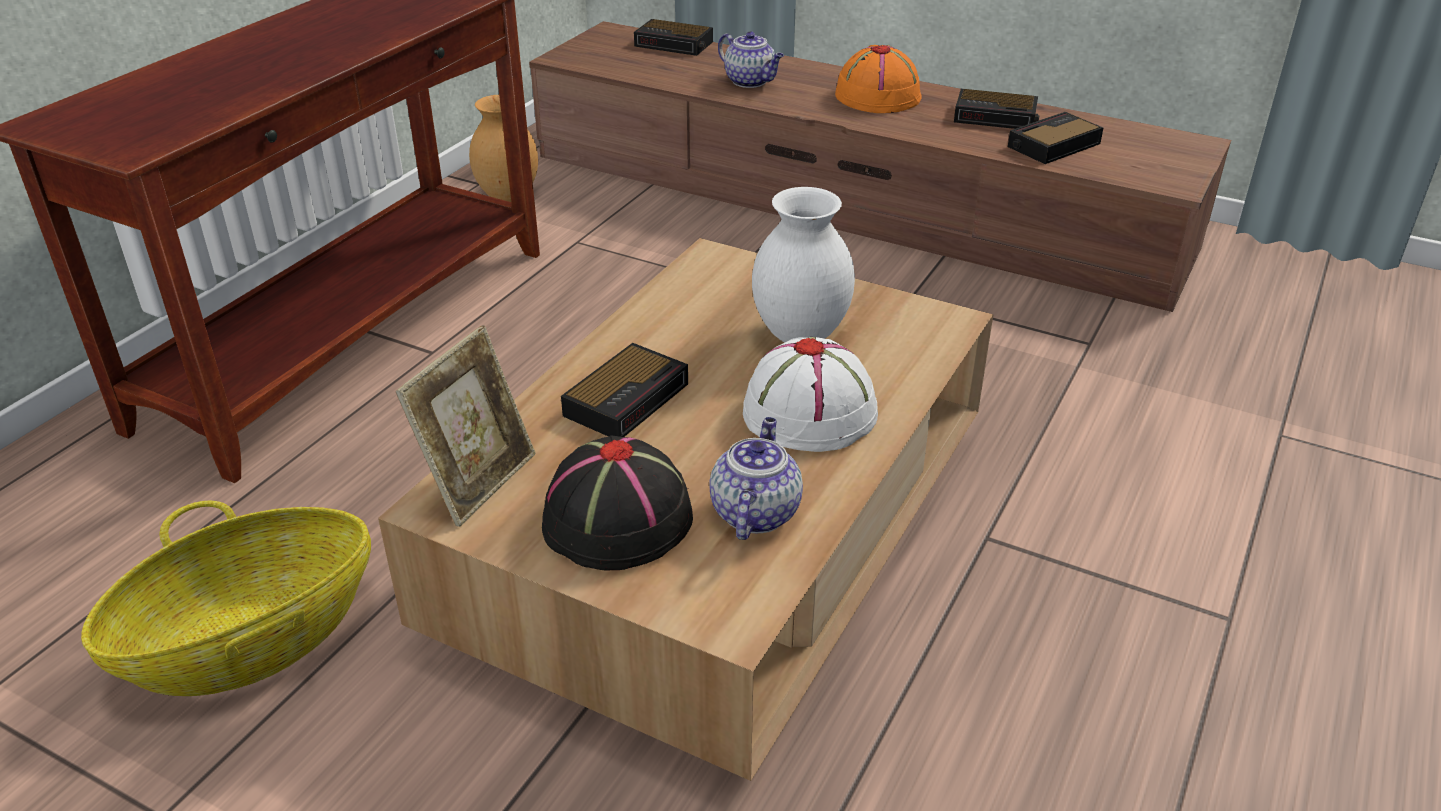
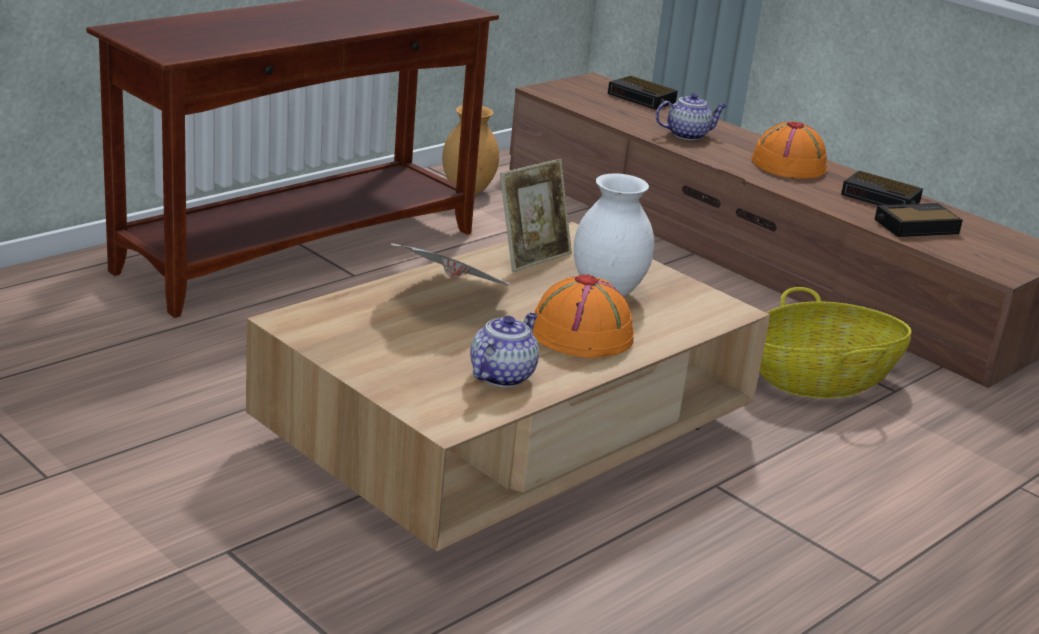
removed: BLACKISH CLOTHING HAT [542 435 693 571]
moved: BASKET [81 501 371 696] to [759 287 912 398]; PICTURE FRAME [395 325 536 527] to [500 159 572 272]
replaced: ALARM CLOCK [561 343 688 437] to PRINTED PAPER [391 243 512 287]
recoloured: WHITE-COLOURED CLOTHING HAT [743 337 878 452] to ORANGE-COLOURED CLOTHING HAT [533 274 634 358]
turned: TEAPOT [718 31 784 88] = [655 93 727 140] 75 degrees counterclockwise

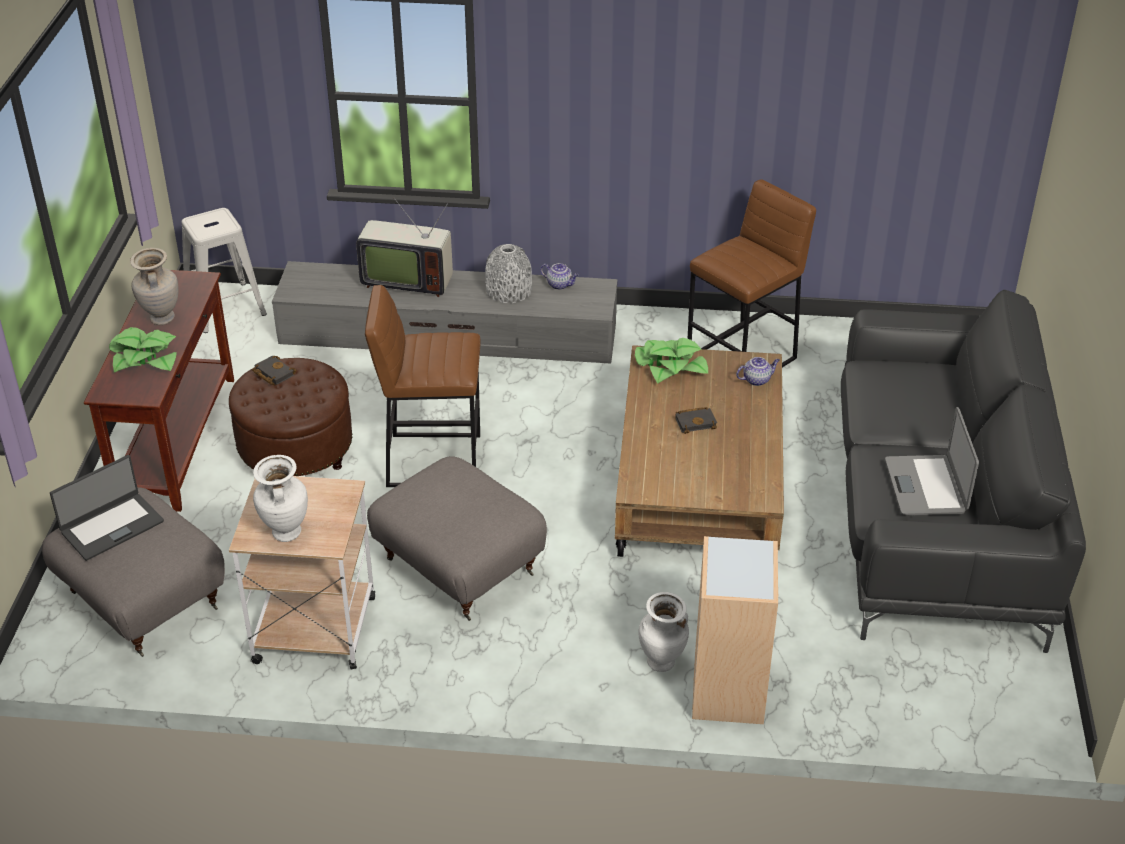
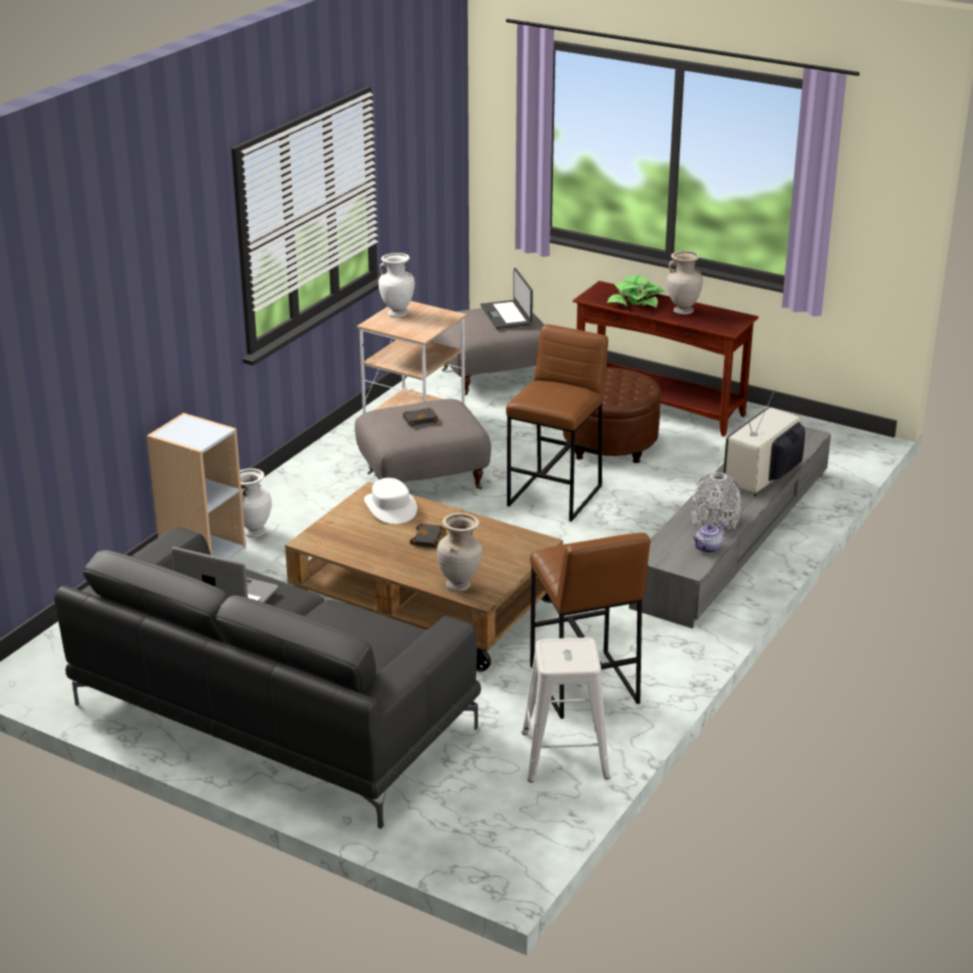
removed: HOUSEPLANT [635 338 708 384]
added: WHITE-COLOURED CLOTHING HAT [364 478 417 524]
moved: WHITE-COLOURED STOOL [181 208 267 333] to [521 638 610 782]; BLACKISH VOLUME [252 355 296 385] to [403 408 438 427]
replaced: TEAPOT [736 357 780 386] to SAND-COLOURED FLOWER VASE [437 513 482 592]

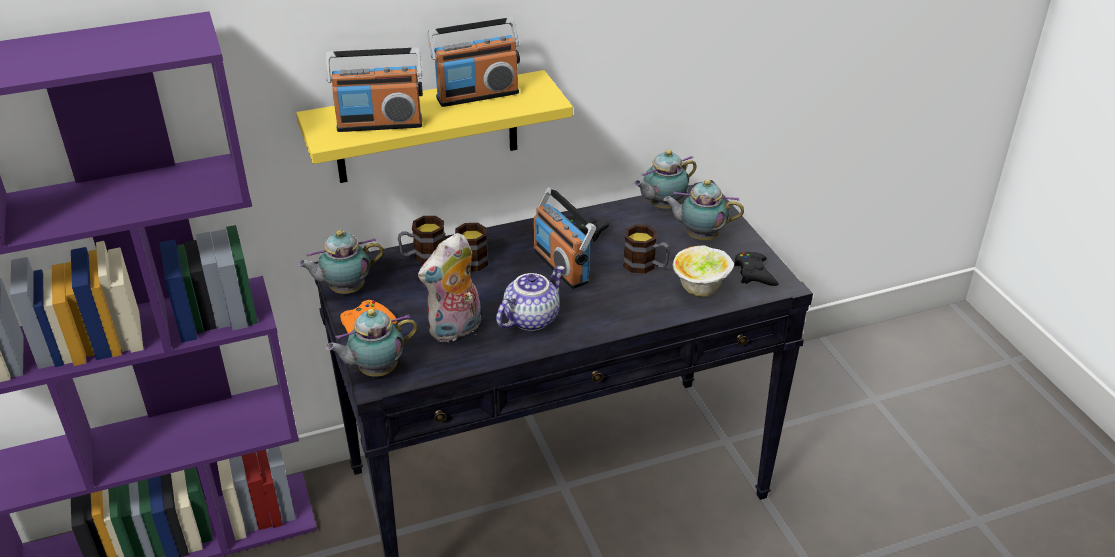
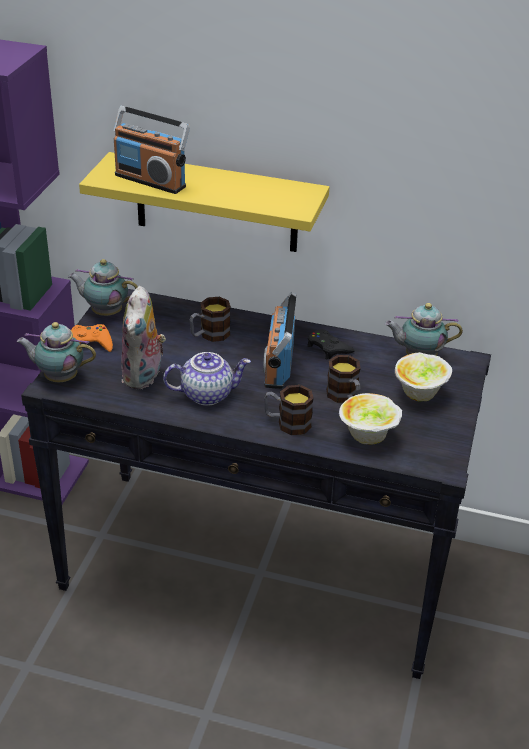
removed: RADIO SET [427 17 520 107]; BLACKISH GAME CONTROLLER [734 252 778 286]
moved: TEA MUG [398 216 445 264] to [264 385 314 435]
replaced: TEAPOT [663 180 744 240] to SERVING BOWL [395 352 452 401]
turned: SOFT TOY [418 233 481 342] = [121 286 166 389] 75 degrees counterclockwise

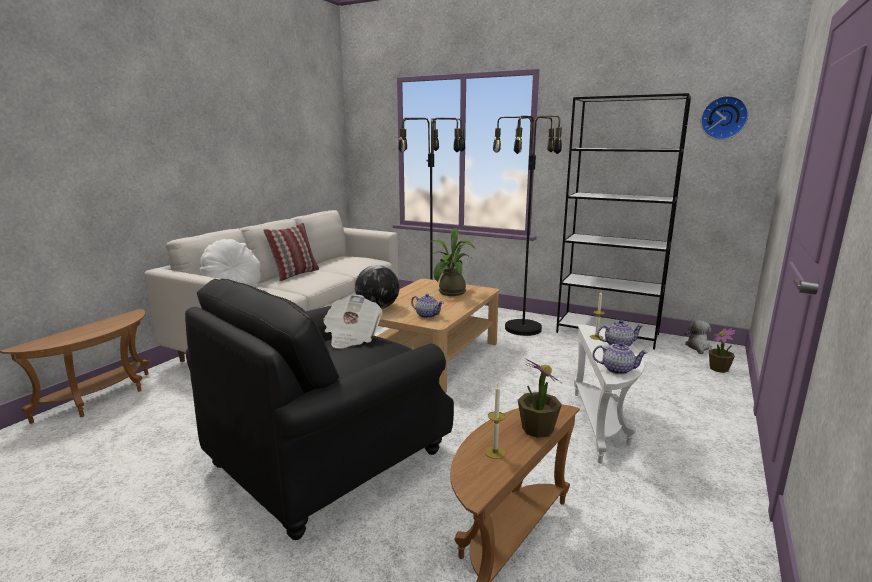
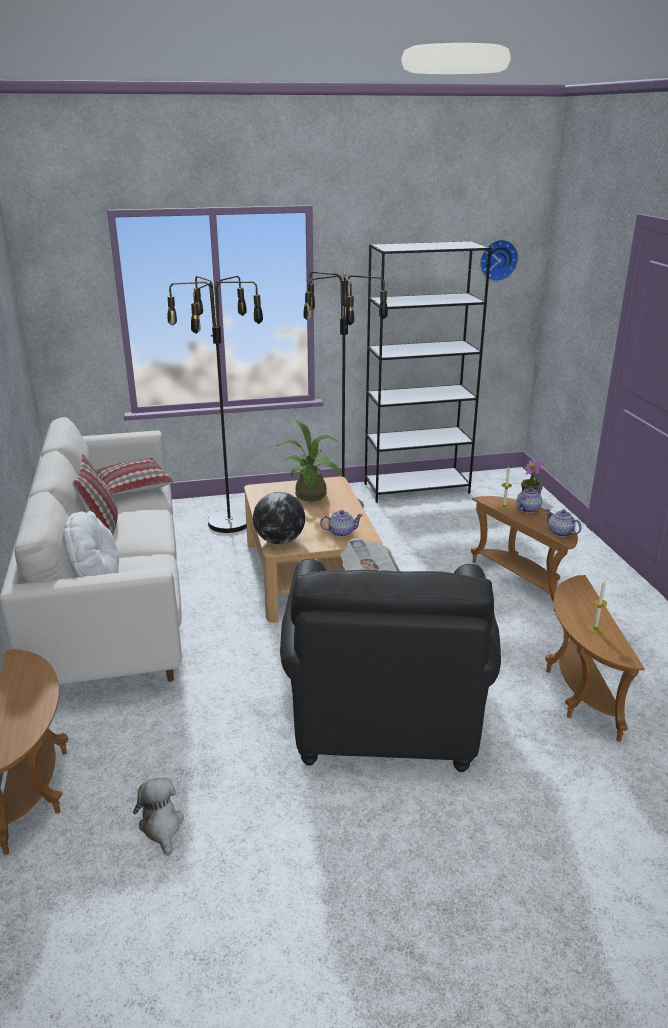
removed: HOUSEPLANT [518 358 562 438]
added: CUSHION [95 458 173 495]
moved: SOFT TOY [684 320 712 354] to [133 778 184 856]
recoloured: WHITE-COLOURED END TABLE [574 324 644 464] to BROWNISH END TABLE [471 496 578 611]
turned: TEAPOT [593 342 648 375] = [545 509 581 537] 105 degrees counterclockwise

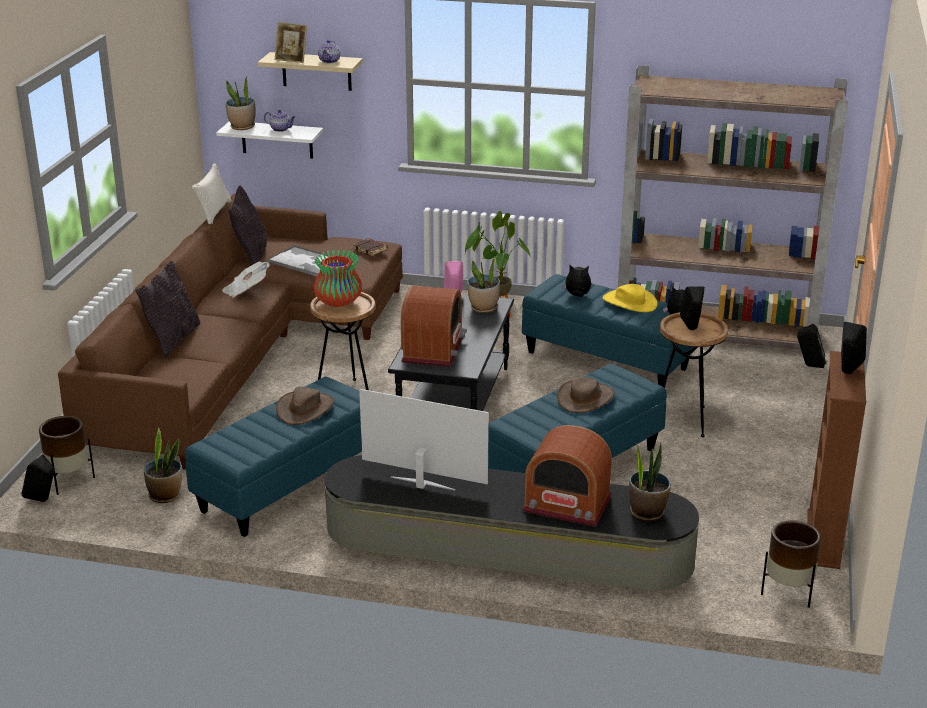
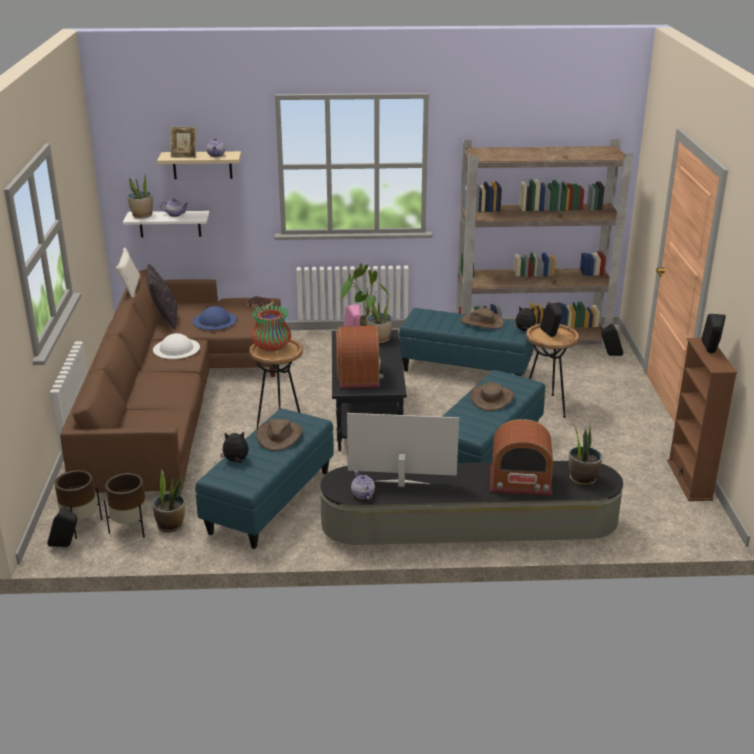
removed: BLACKISH CUSHION [135 261 200 358]
added: TEAPOT [351 470 375 499]
moved: SOFT TOY [562 265 591 297] to [220 432 249 463]; BROWNISH PLANTER [761 520 821 608] to [104 473 147 538]
replaced: PRINTED PAPER [222 261 270 298] to WHITE-COLOURED CLOTHING HAT [153 333 200 359]; TRAY [268 245 342 277] to BLUE-COLOURED CLOTHING HAT [193 306 237 330]
recoloured: YELLOW-COLOURED CLOTHING HAT [603 284 658 312] to BROWNISH CLOTHING HAT [460 308 504 329]

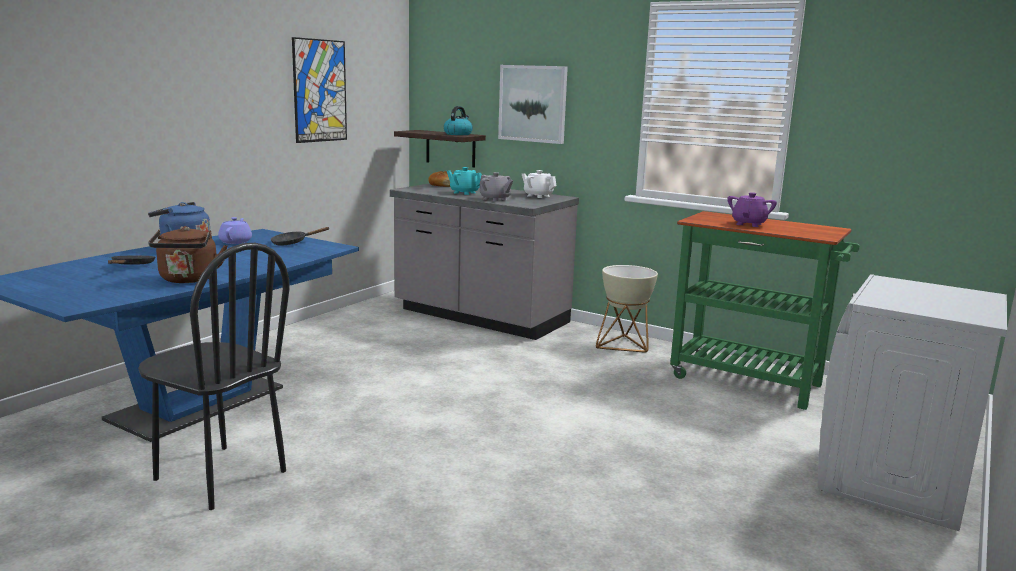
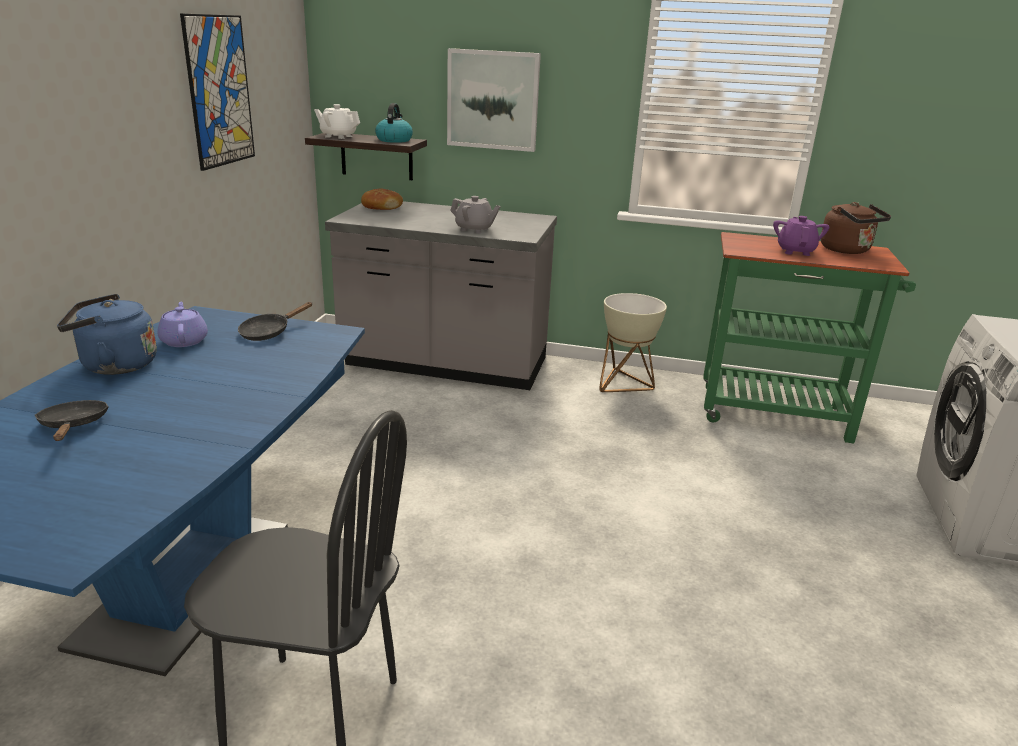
removed: BLUE-GREEN TEAPOT [447 167 482 195]
moved: BROWNISH TEA KETTLE [148 226 228 283] to [821 202 891 254]; WHITE-COLOURED TEAPOT [522 170 557 198] to [314 104 360 139]

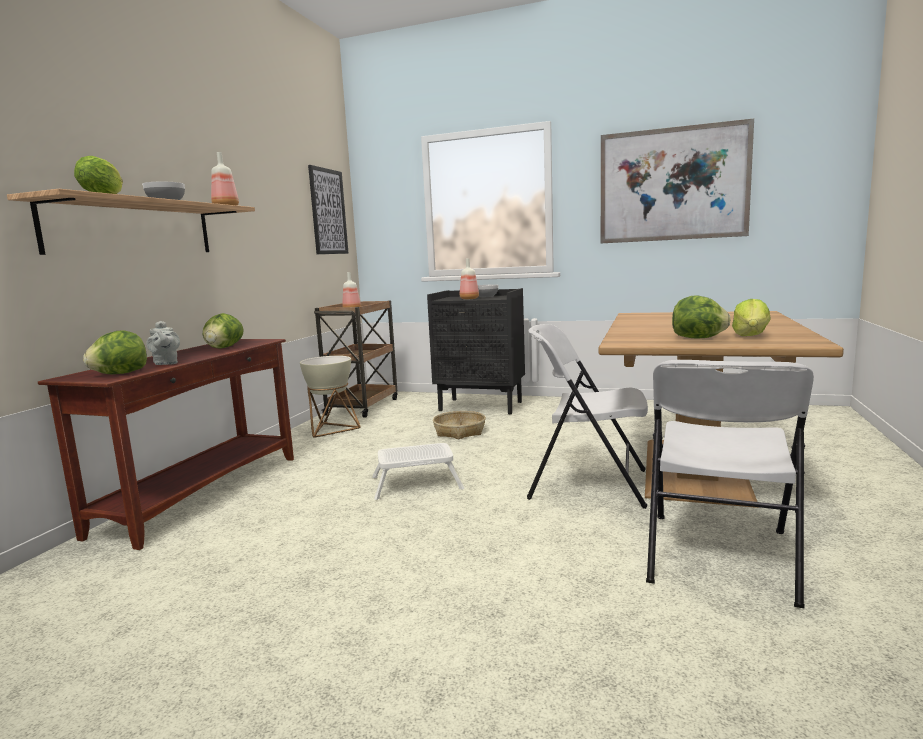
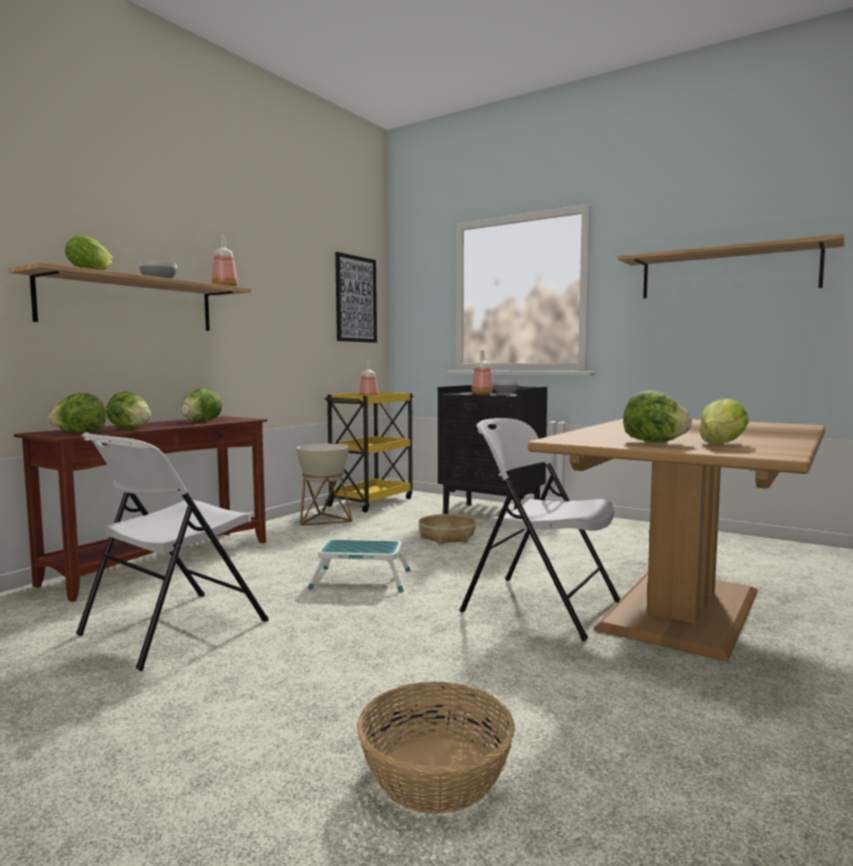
added: BASKET [357 681 515 814]
moved: WHITE-COLOURED CHAIR [646 360 814 608] to [76 432 269 671]
replaced: GREYISH TEAPOT [146 321 180 365] to LETTUCE [106 391 151 429]; PICTURE [601 119 754 243] to BRACKET SHELF [617 234 845 298]
recoloured: BROWNISH TROLLEY [314 301 398 418] to YELLOW-COLOURED TROLLEY [325 392 413 512]; WHITE-COLOURED STEP LADDER [372 443 465 500] to BLUE-GREEN STEP LADDER [307 539 411 592]

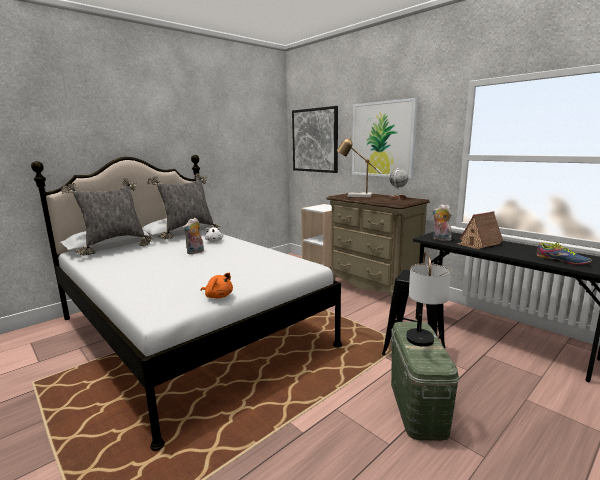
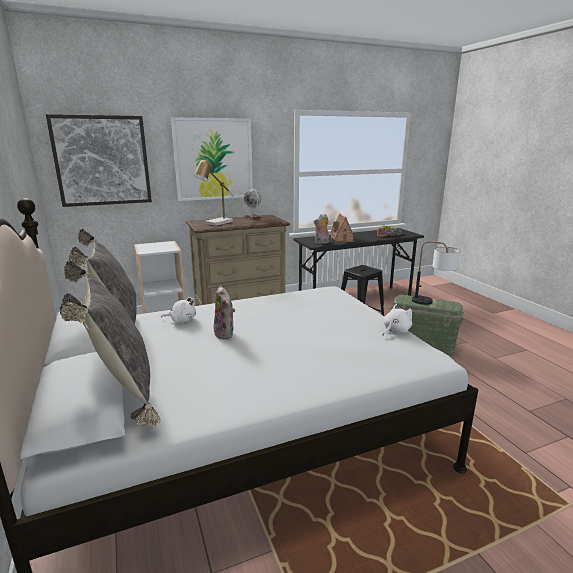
recoloured: ORANGE-COLOURED SOFT TOY [201 273 233 298] to WHITE-COLOURED SOFT TOY [382 304 412 335]

